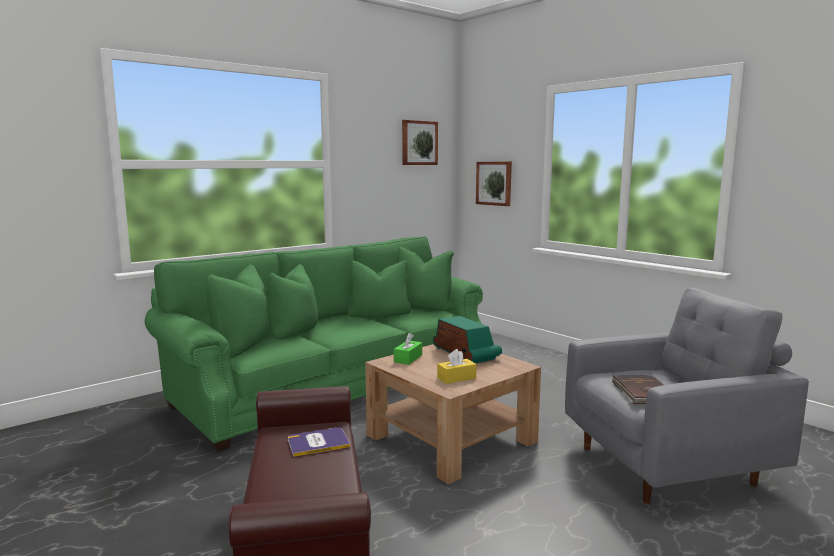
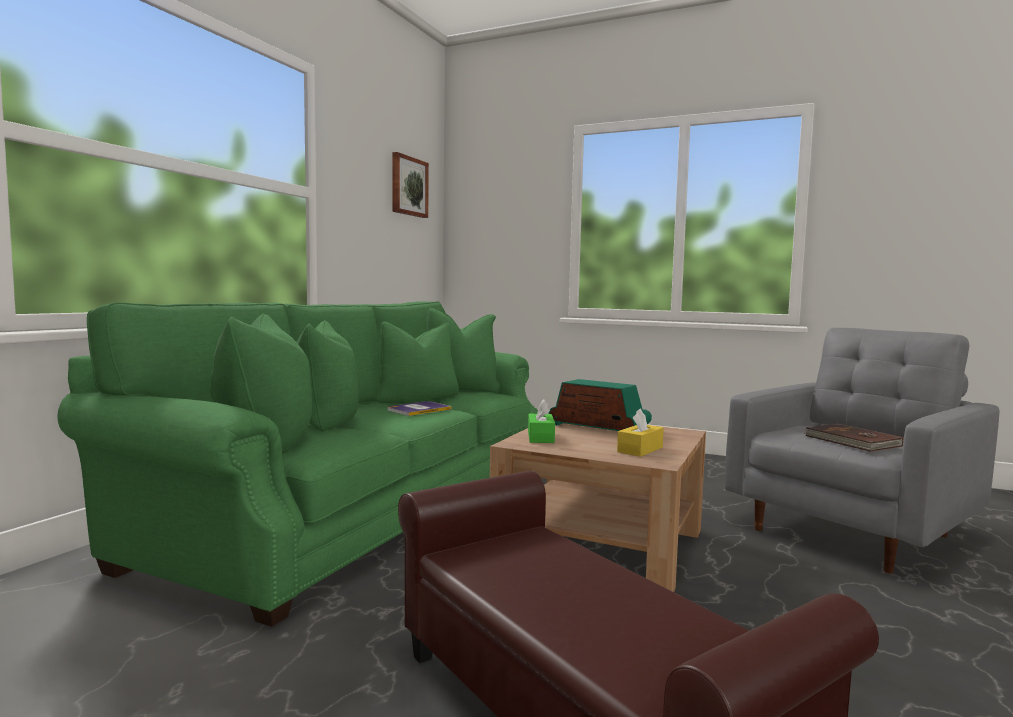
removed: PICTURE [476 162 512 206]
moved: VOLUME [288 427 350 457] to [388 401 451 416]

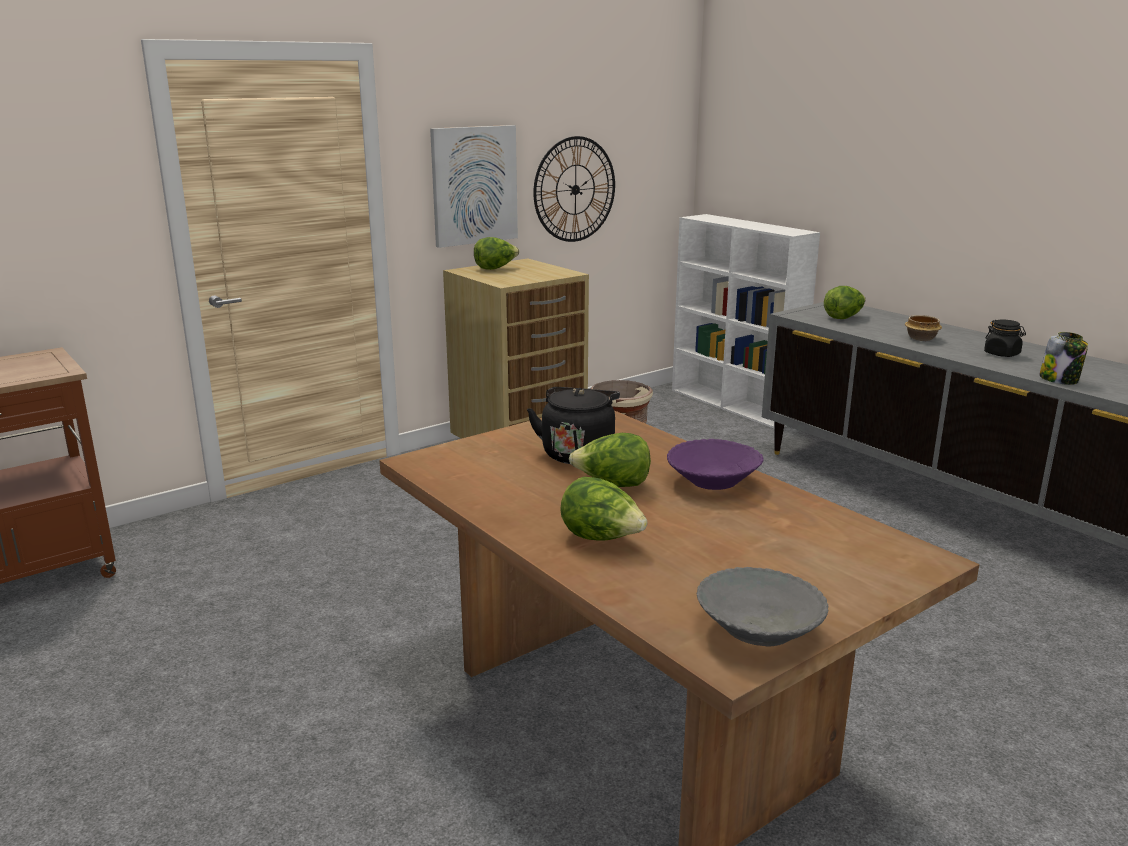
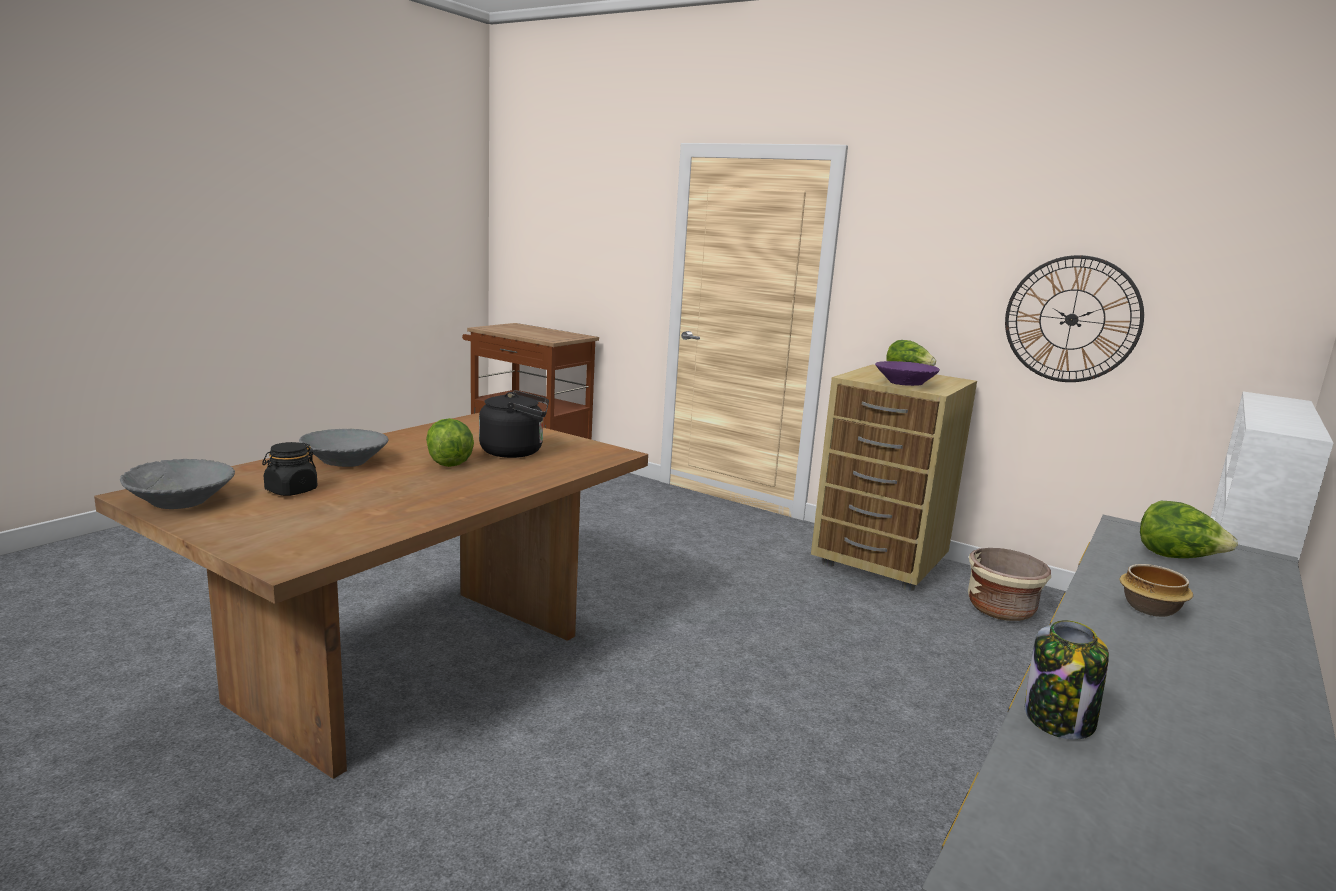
removed: PICTURE [430 125 518 248]
moved: PURPLE SERVING BOWL [667 439 764 490] to [875 361 940 386]; BLACKISH JAR [984 320 1026 357] to [262 442 318 496]
replaced: LETTUCE [560 477 647 541] to GREYISH SERVING BOWL [299 429 388 467]

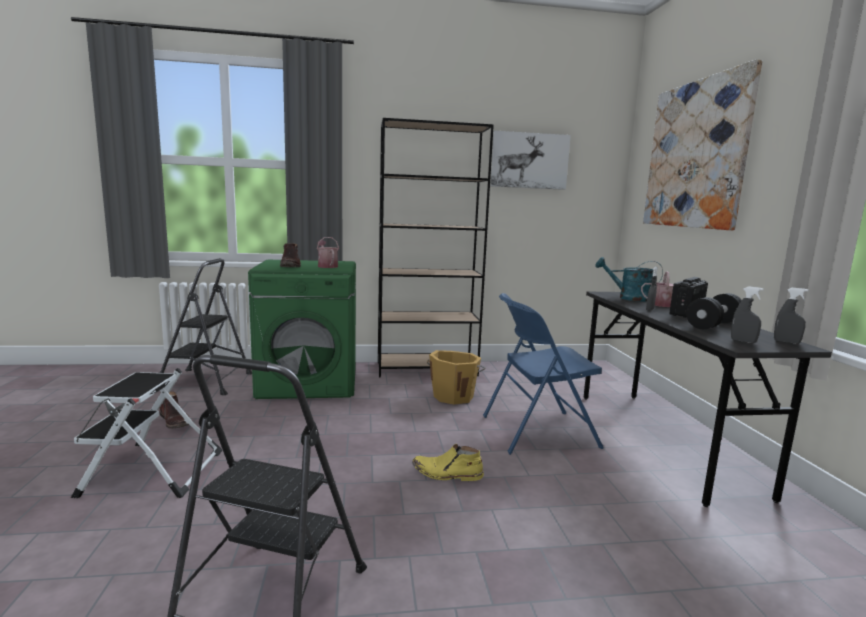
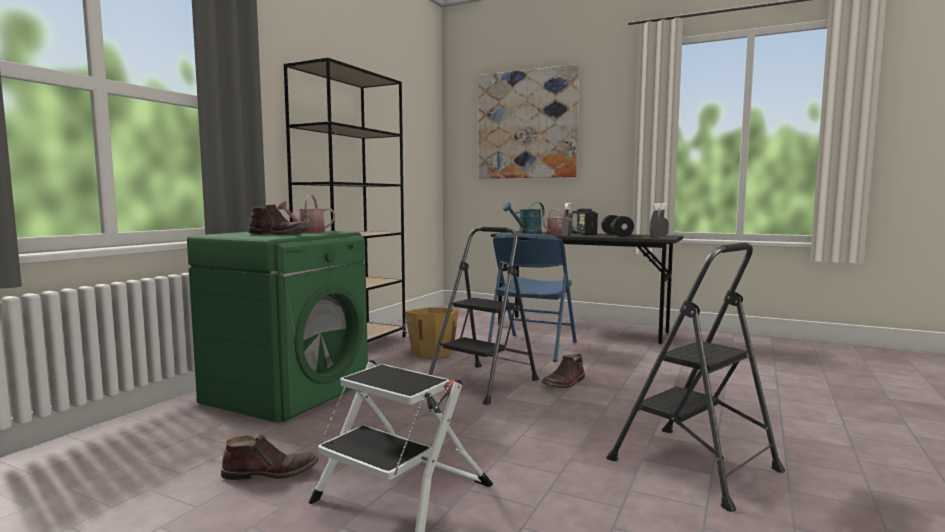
removed: PICTURE [490 131 571 190]
moved: BLACKISH STEP LADDER [160 258 252 395] to [428 227 539 405]
recoloured: YELLOW-COLOURED BOOT [412 444 484 481] to BROWNISH BOOT [542 354 585 388]

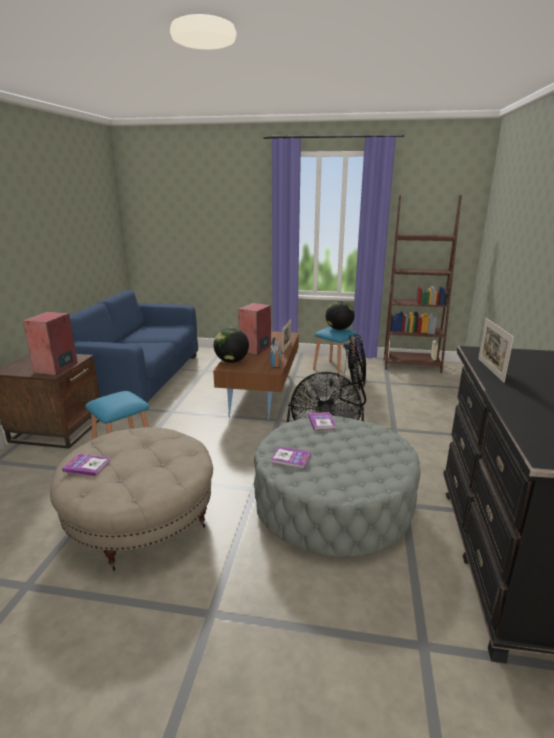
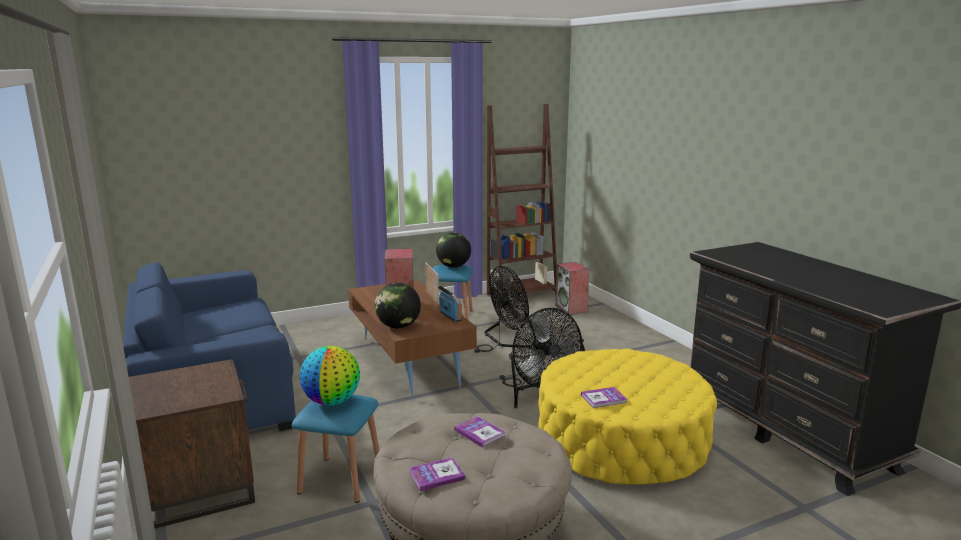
removed: PICTURE FRAME [478 318 514 383]
added: DESK GLOBE [300 346 360 405]
moved: SPEAKER [23 312 78 375] to [555 262 590 315]; VOLUME [308 412 336 430] to [454 416 505 448]
recoloured: GREYISH POUFFE [254 416 420 558] to YELLOW-COLOURED POUFFE [539 349 717 485]

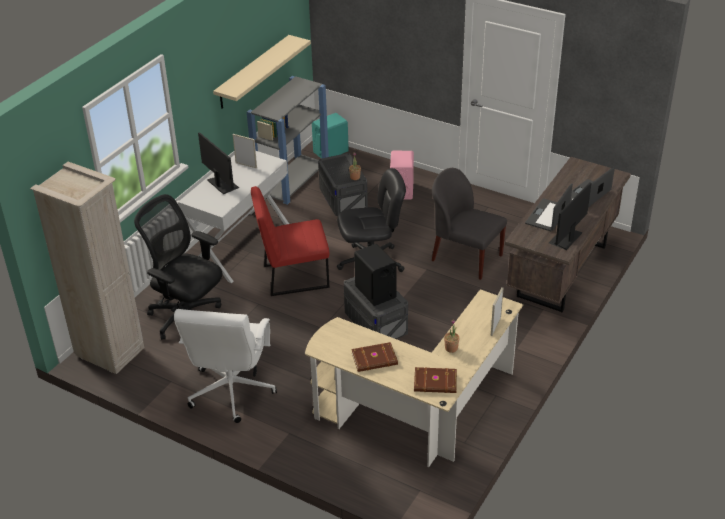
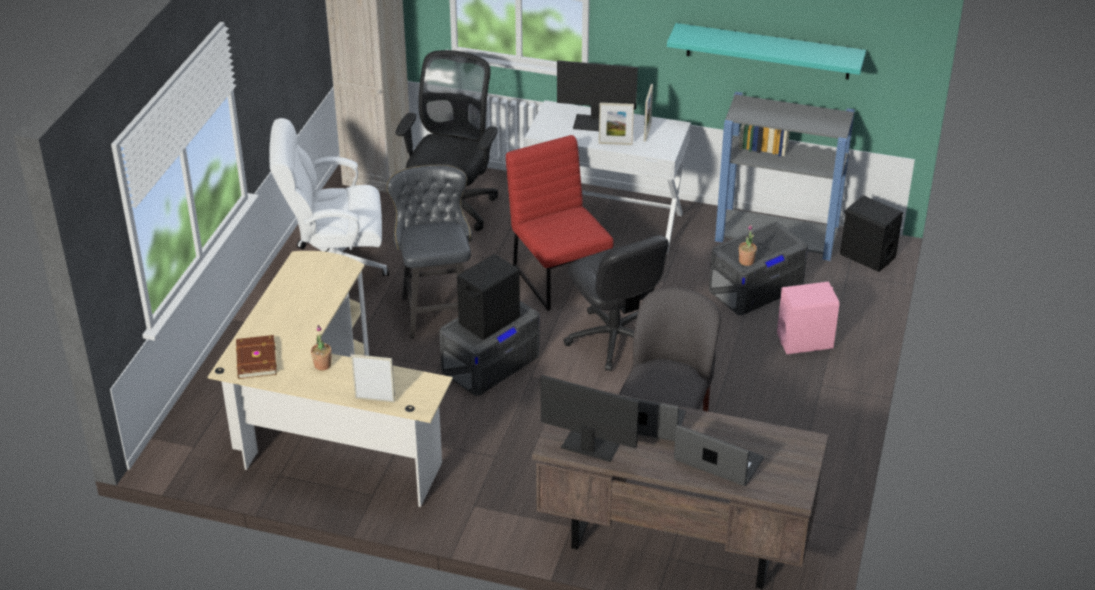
removed: BROWNISH VOLUME [351 342 398 372]
added: GREYISH STOOL [386 165 472 339]; PICTURE FRAME [599 103 634 145]
recoloured: SAND-COLOURED BRACKET SHELF [213 35 311 109] to BLUE-GREEN BRACKET SHELF [667 23 866 80]; BLUE-GREEN SPEAKER [312 113 349 159] to BLACKISH SPEAKER [840 195 903 272]
turned: MONITOR [198 132 239 194] = [557 60 638 131] 60 degrees clockwise

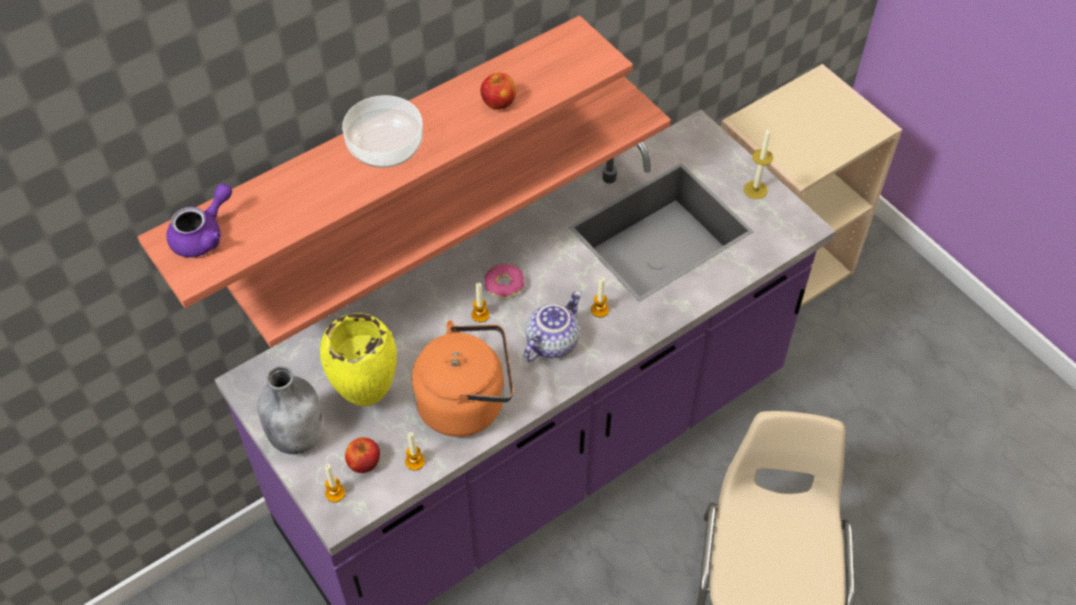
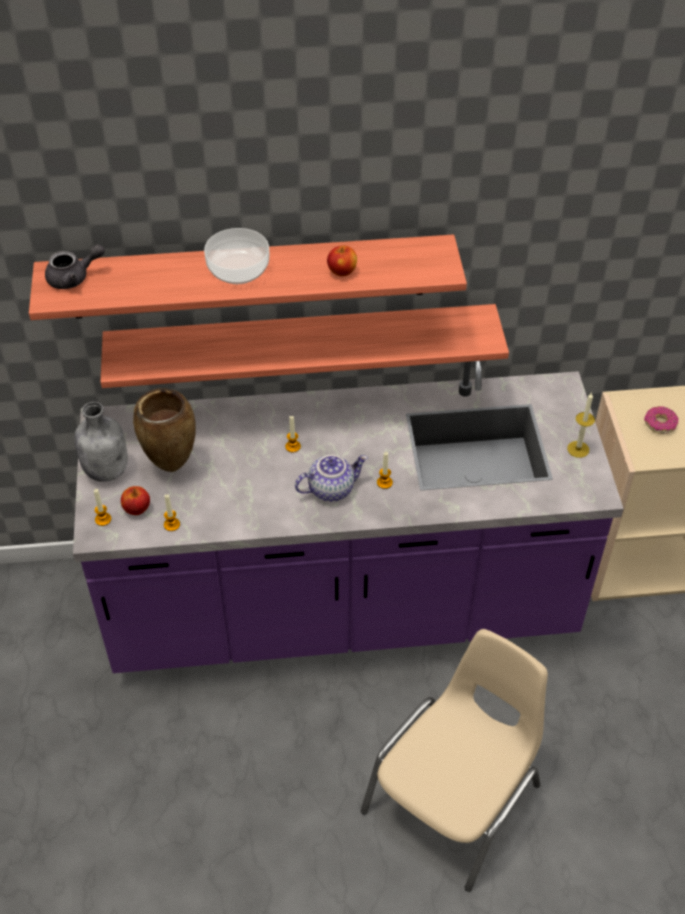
removed: ORANGE-COLOURED TEA KETTLE [412 320 513 437]
moved: DOUGHNUT [484 264 524 299] to [644 406 678 434]
recoloured: PURPLE TEAPOT [167 183 232 258] to GREYISH TEAPOT [45 244 105 289]; YELLOW-COLOURED FLOWER VASE [320 313 397 406] to BROWNISH FLOWER VASE [133 388 196 472]

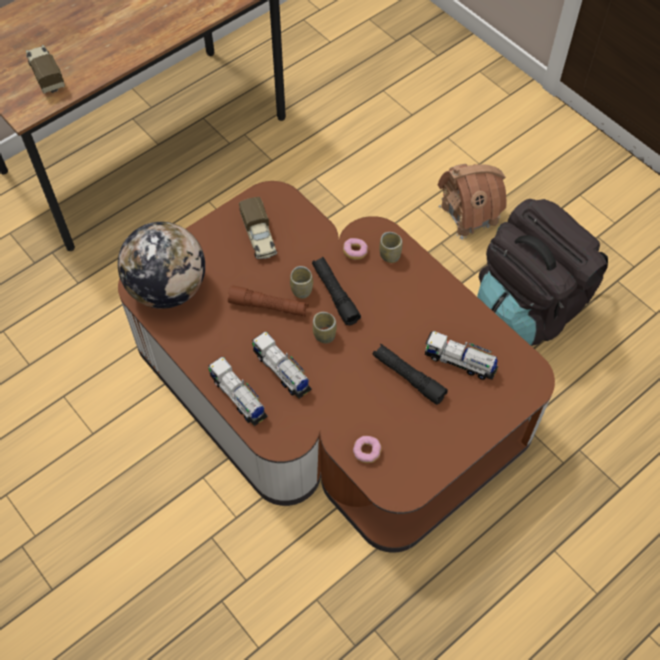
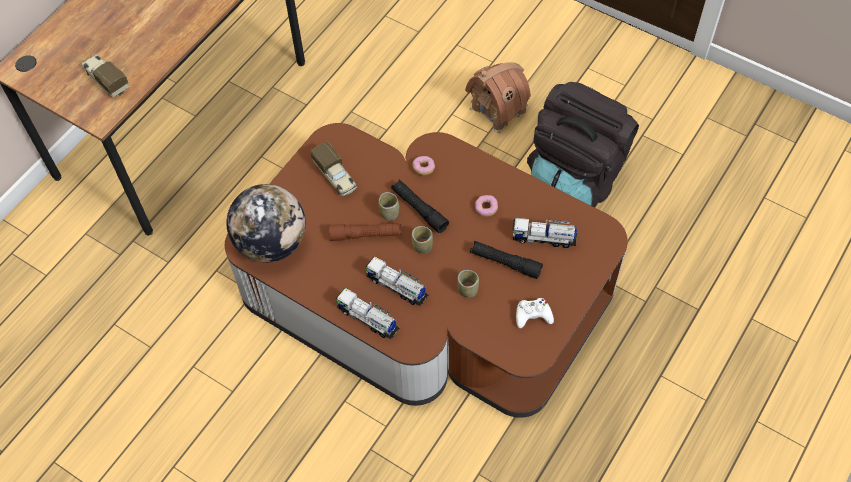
added: WHITE-COLOURED GAME CONTROLLER [516 298 554 328]
moved: DOUGHNUT [353 436 382 463] to [475 195 498 217]; SMALL CUP [379 232 402 263] to [457 270 479 298]

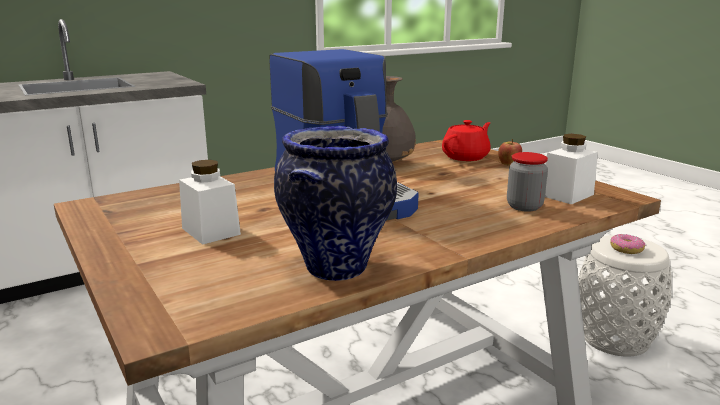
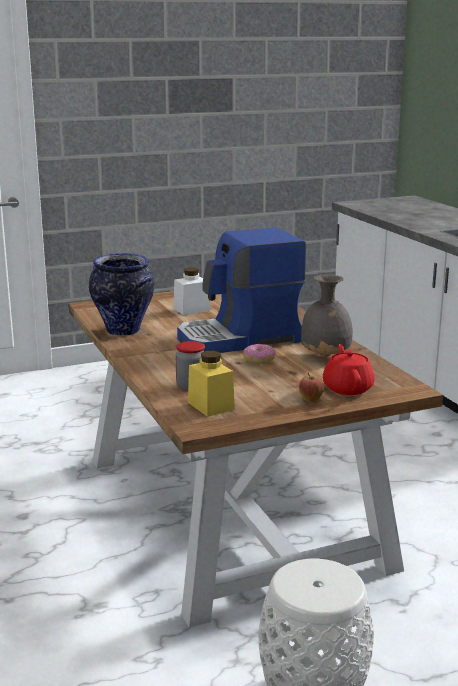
moved: DOUGHNUT [610 234 646 254] to [243 344 276 364]
recoloured: WHITE-COLOURED JAR [545 134 598 205] to YELLOW-COLOURED JAR [188 351 235 417]
turned: REDDISH TEAPOT [442 120 491 161] = [323 344 375 395] 150 degrees counterclockwise

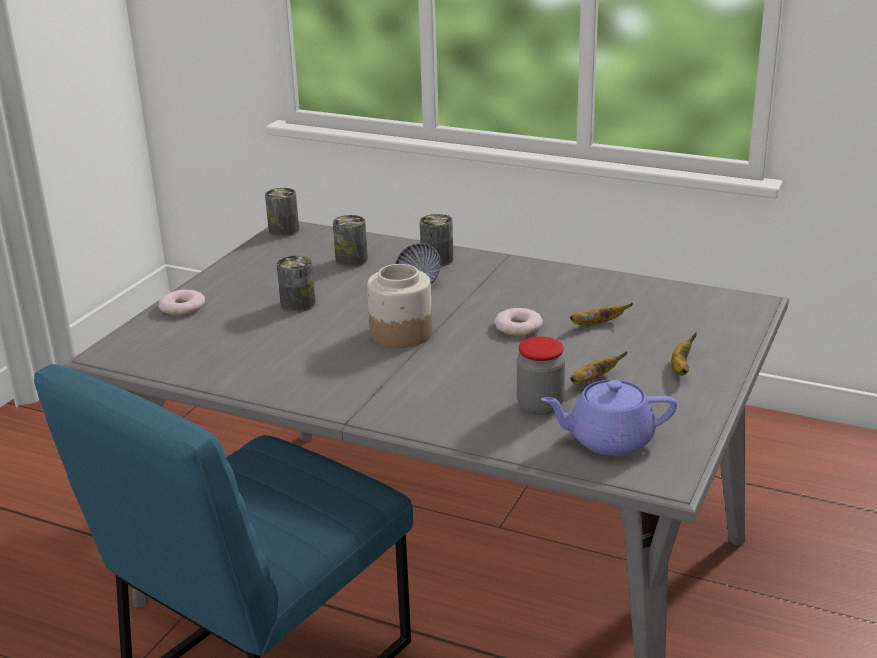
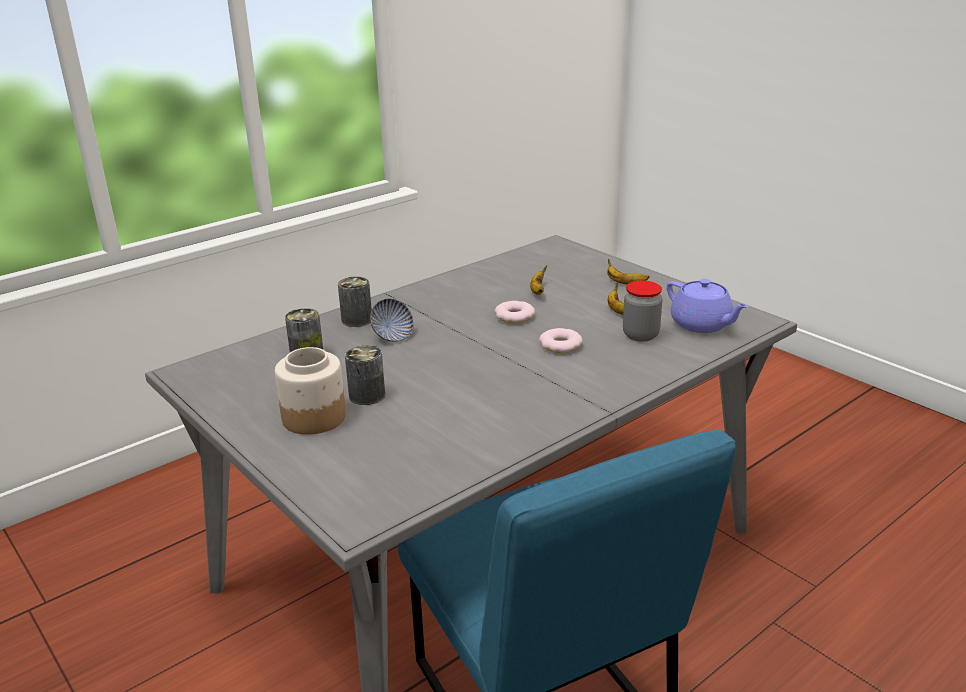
removed: SEALED CAN [265 188 299 237]
moved: DOUGHNUT [159 289 205 316] to [539 328 583 353]; JAR [367 264 432 348] to [275 347 346 435]
turned: PURPLE TEAPOT [541 380 677 455] = [667 279 749 333] 60 degrees counterclockwise

